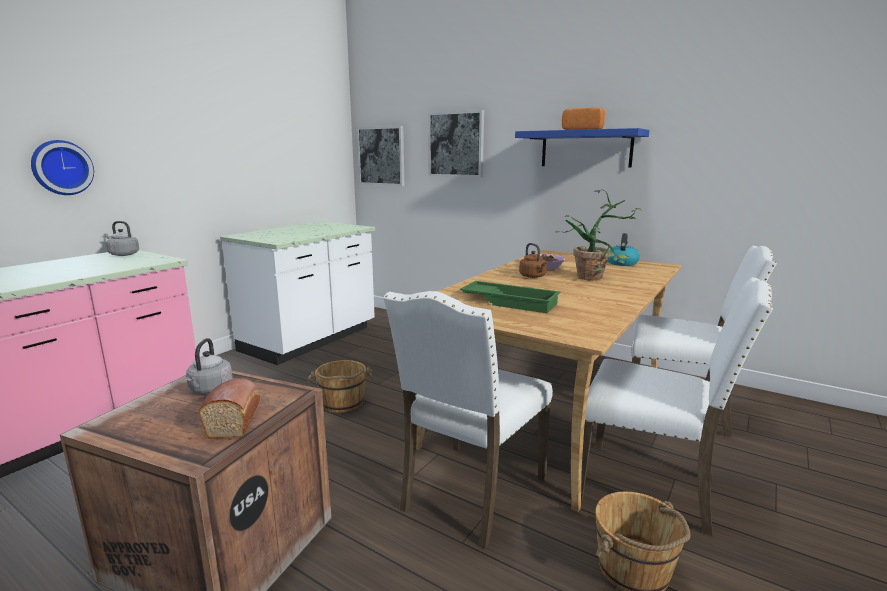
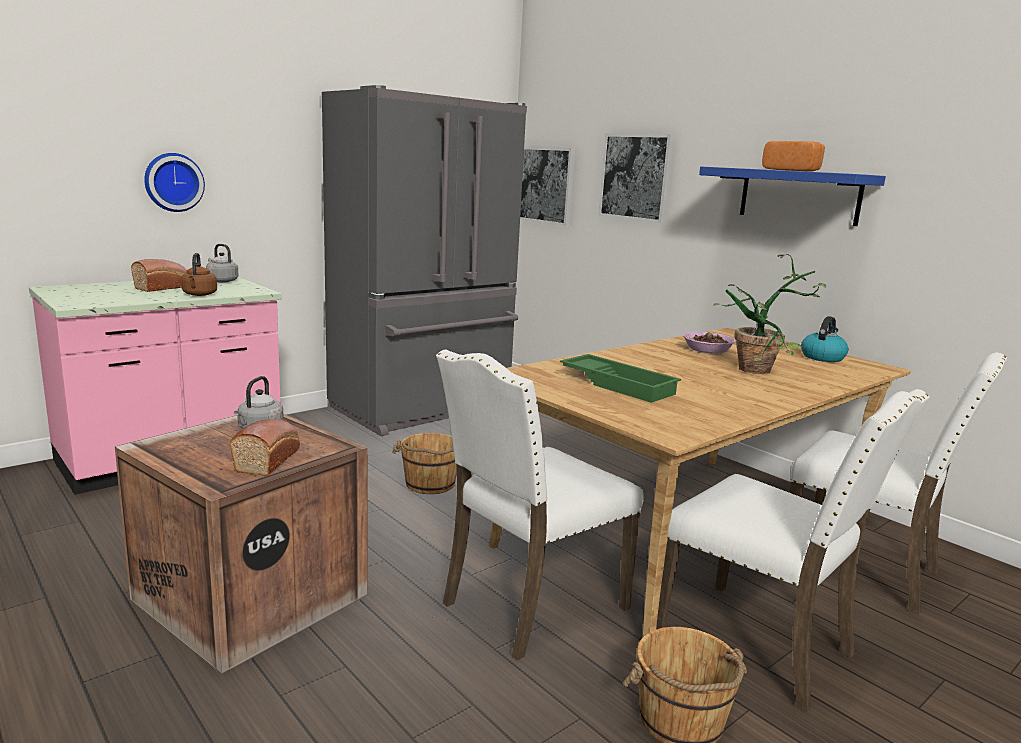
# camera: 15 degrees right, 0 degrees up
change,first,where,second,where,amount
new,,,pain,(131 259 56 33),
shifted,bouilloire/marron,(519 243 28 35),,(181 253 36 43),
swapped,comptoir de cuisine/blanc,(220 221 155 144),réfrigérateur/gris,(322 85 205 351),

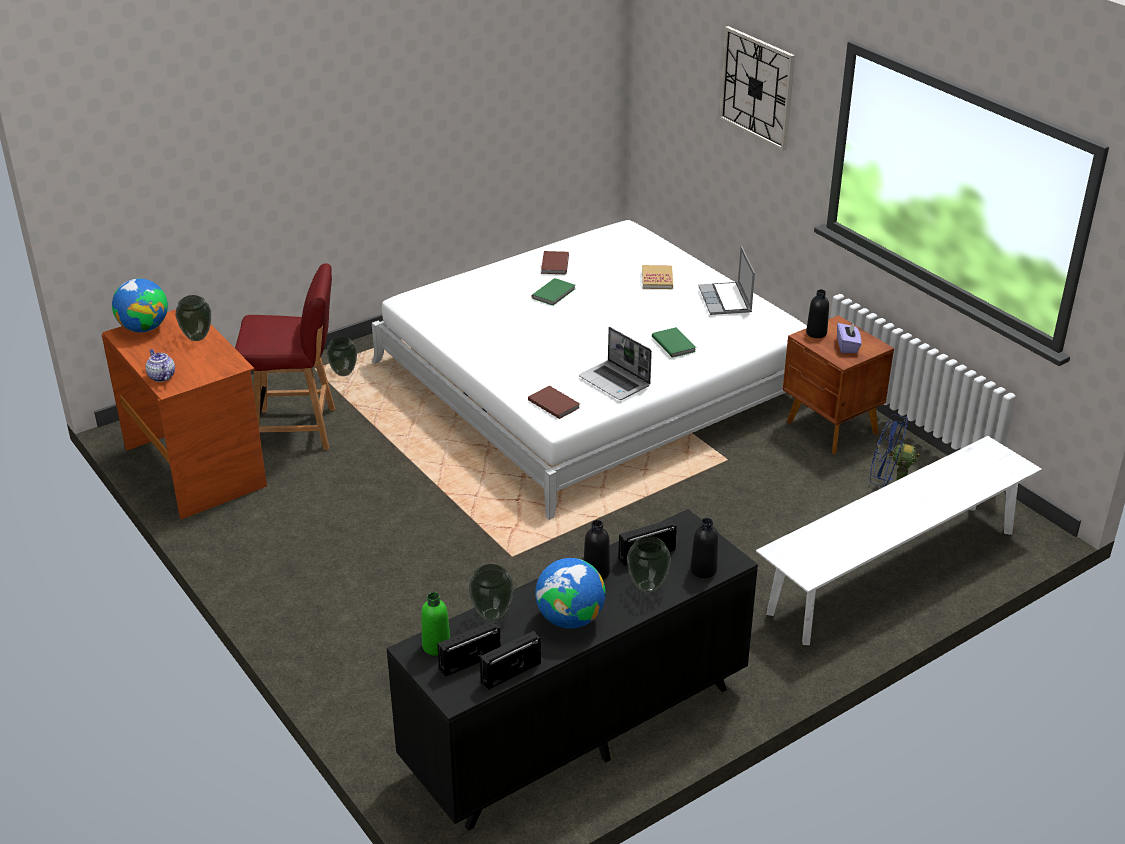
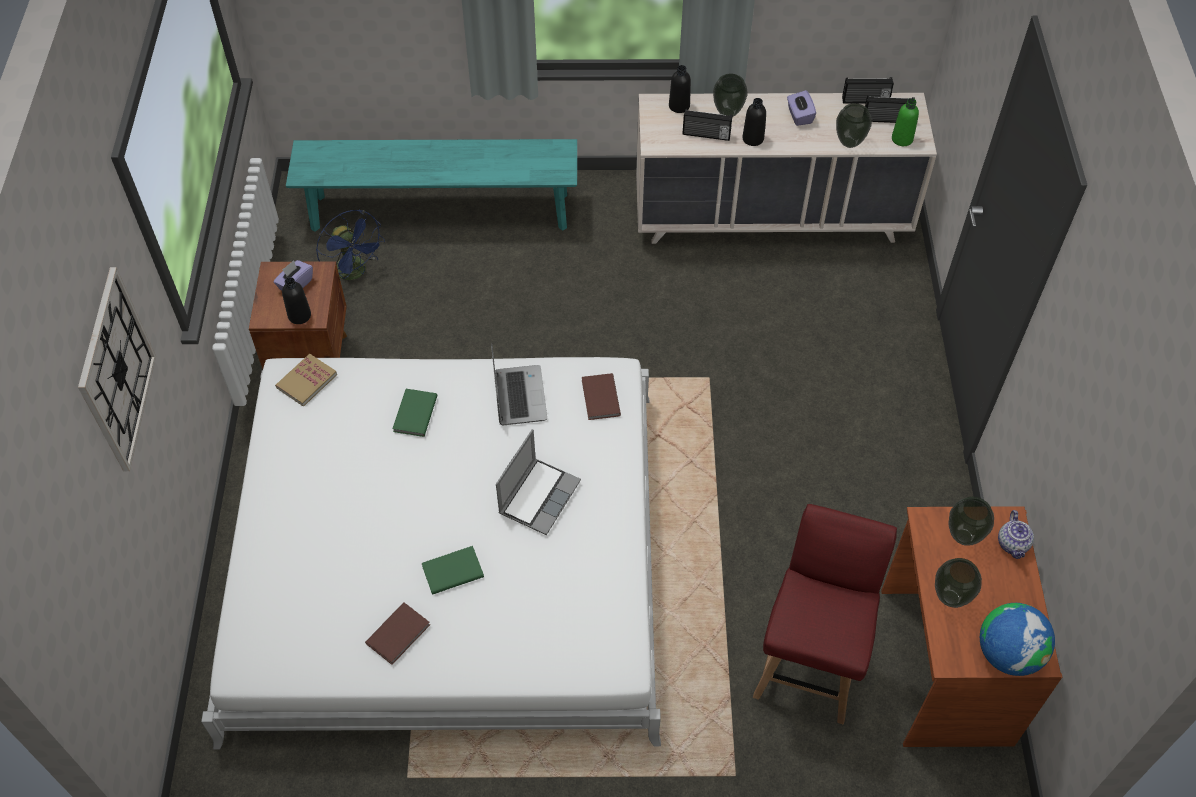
# camera: 145 degrees left, 20 degrees up
change,first,where,second,where,amount
shifted,vase,(326 337 31 39),,(948 497 46 49),
shifted,livre,(642 265 31 24),,(275 354 62 53),
shifted,ordinateur portable,(698 246 57 69),,(496 429 85 106),
swapped,globe,(535 558 71 71),boîte à mouchoirs/violet,(787 90 29 36),
repainted,commode/noir,(387 509 371 322),commode/beige,(636 93 301 151),
repainted,banc/blanc,(756 436 286 209),banc/turquoise,(286 139 291 93),
rotated,chaise/rouge,(235 263 100 187),,(753 504 144 220),75 degrees clockwise

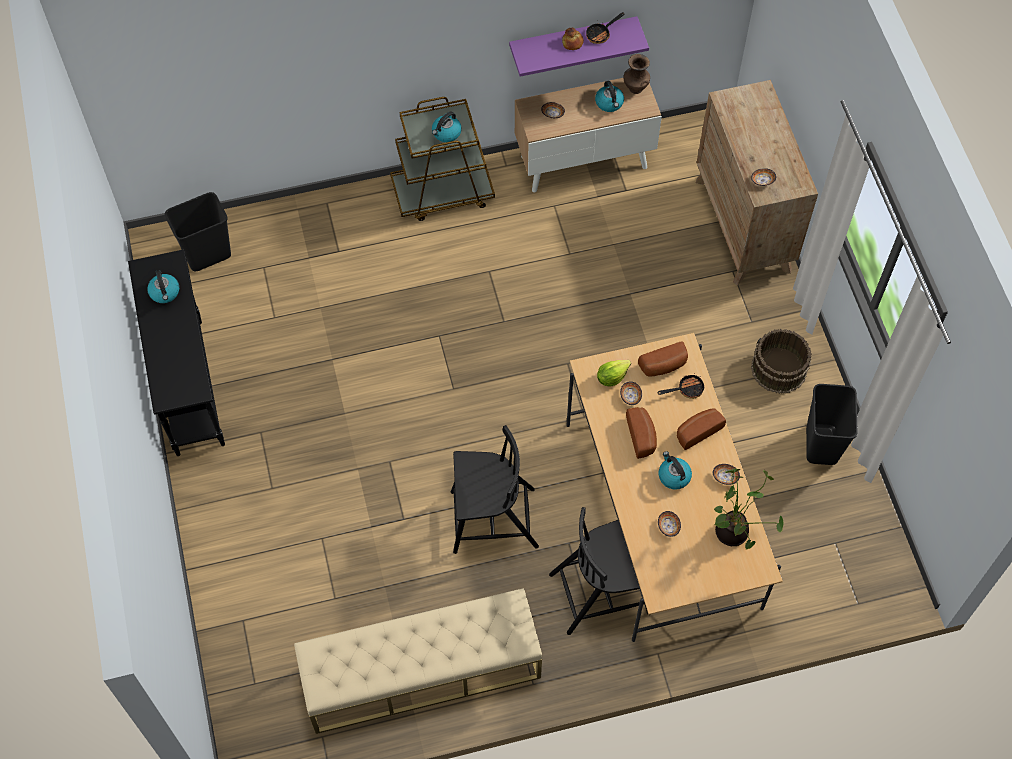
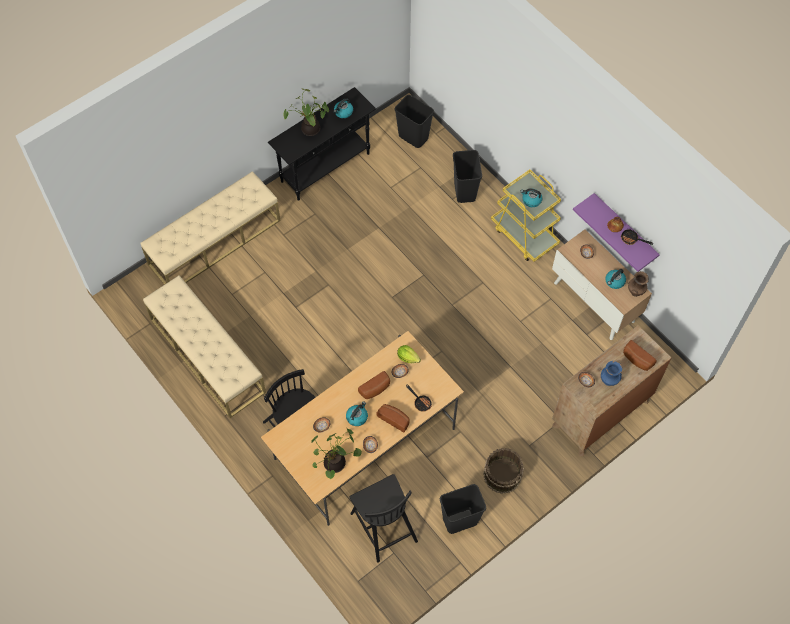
# camera: 65 degrees right, 0 degrees up
change,first,where,second,where,amount
new,,,banc/beige,(140 171 141 114),
new,,,plante en pot,(284 89 45 47),
new,,,poubelle/noir,(453 150 29 53),
new,,,vase/bleu,(601 361 21 25),
shifted,chaise/noir,(451 425 88 129),,(349 474 69 88),
shifted,pain,(638 341 50 35),,(623 340 33 31),
repainted,chariot/marron,(390 97 105 124),chariot/jaune,(491 170 70 92),

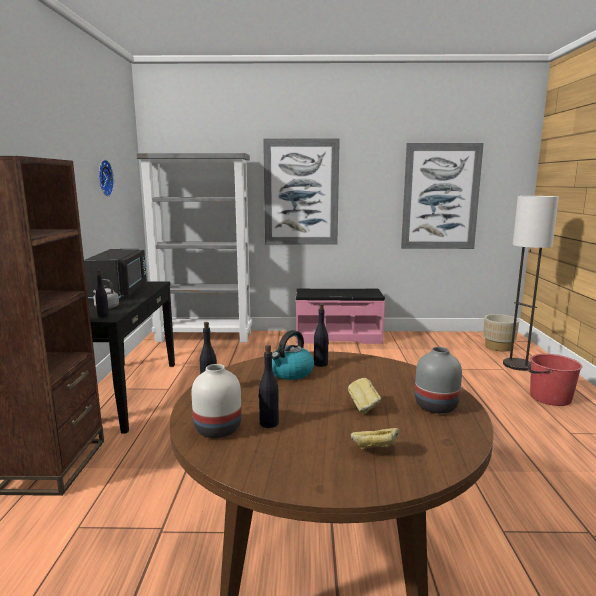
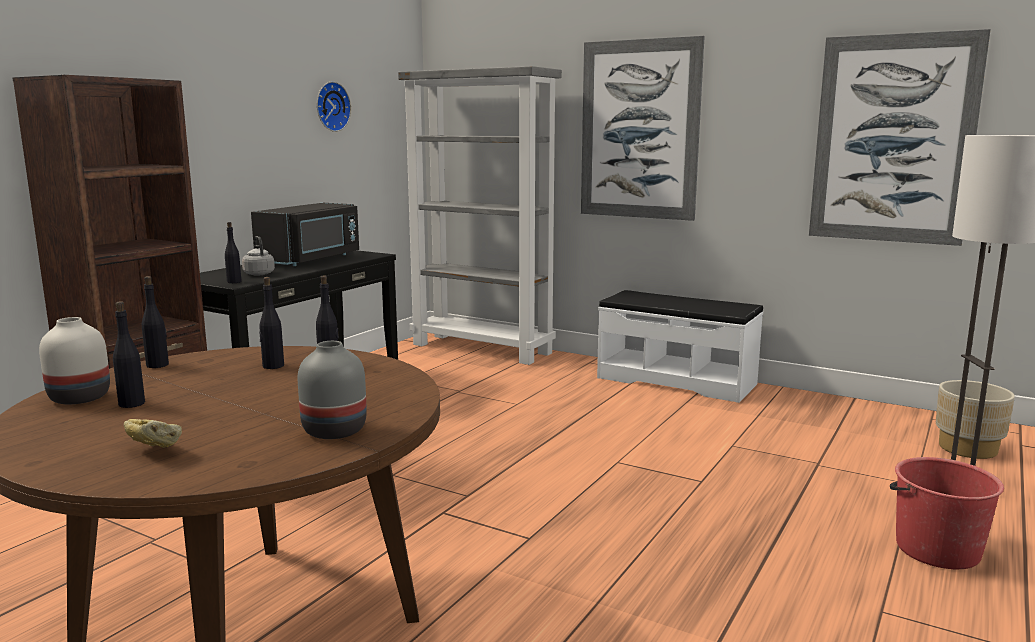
# camera: 30 degrees right, 0 degrees up
change,first,where,second,where,amount
gone,pain,(348 378 33 35),,,
swapped,bouilloire,(272 330 42 50),bouteille/noir,(259 277 25 92),
repainted,banc/rose,(295 288 90 56),banc/blanc,(597 290 166 113),

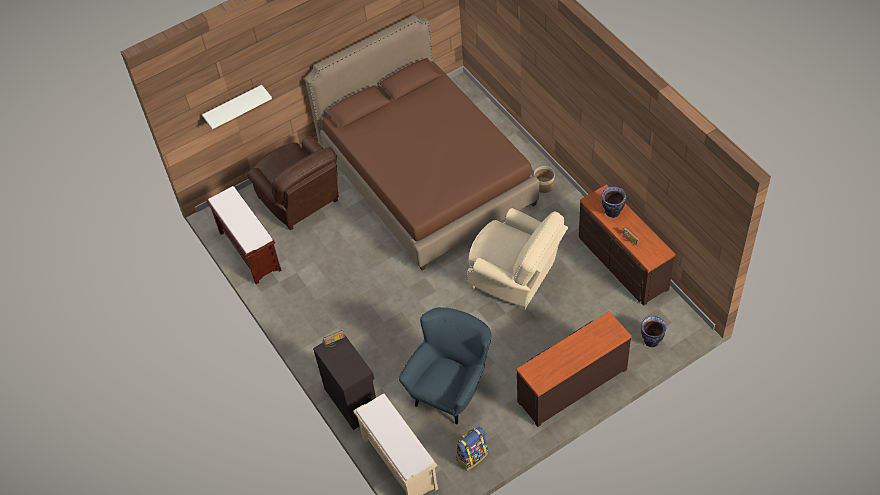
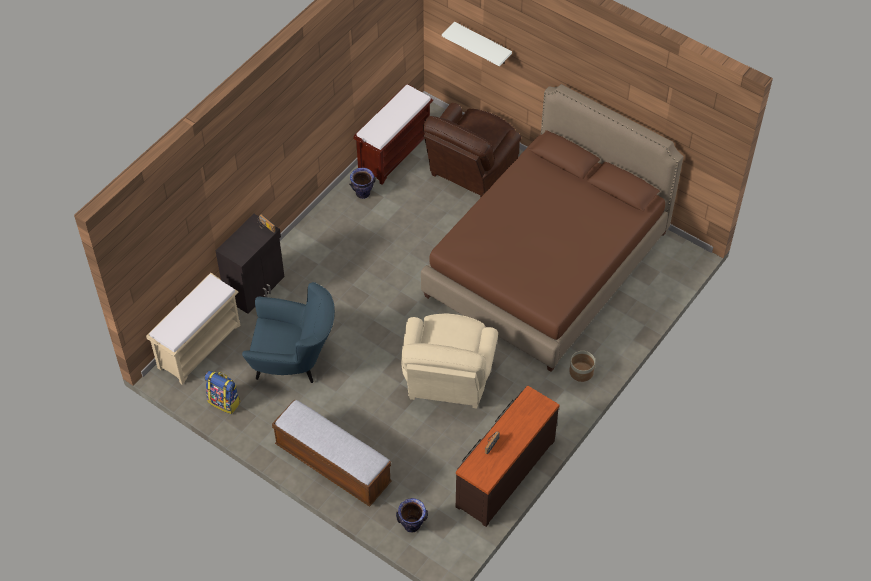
# camera: 65 degrees right, 0 degrees up
change,first,where,second,where,amount
shifted,vase,(602 186 25 32),,(349 168 27 31),
swapped,commode/marron,(516 311 116 116),banc,(272 399 120 108),

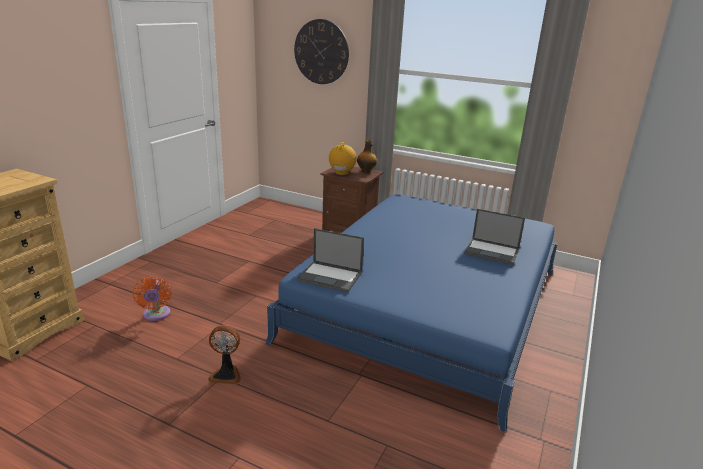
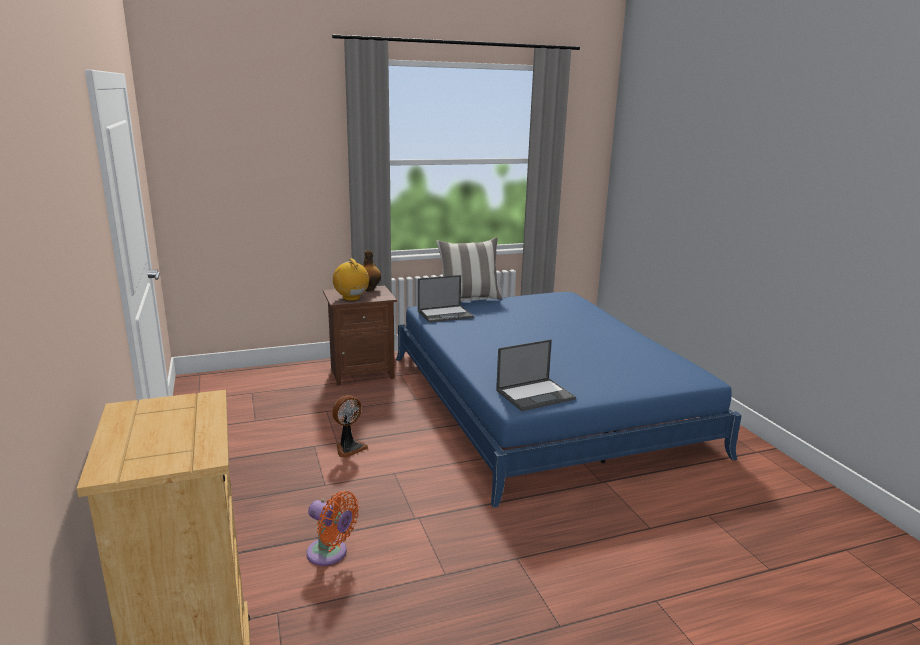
# camera: 45 degrees left, 5 degrees down
change,first,where,second,where,amount
gone,horloge murale,(294 19 55 65),,,
new,,,coussin,(436 237 66 63),
shifted,ventilateur,(208 325 33 59),,(332 395 36 63),
shifted,ordinateur portable,(464 209 61 56),,(418 275 56 48),

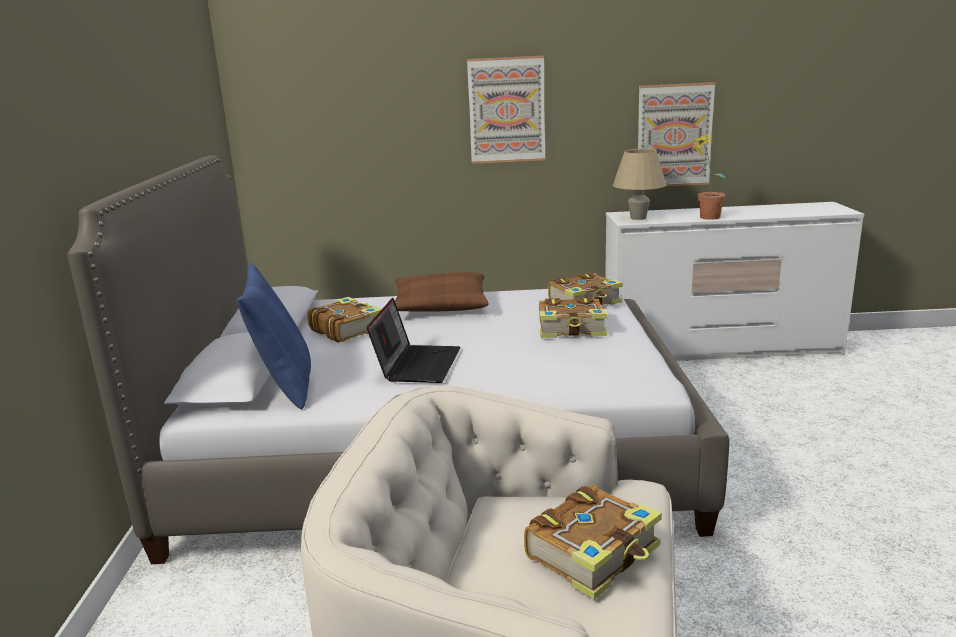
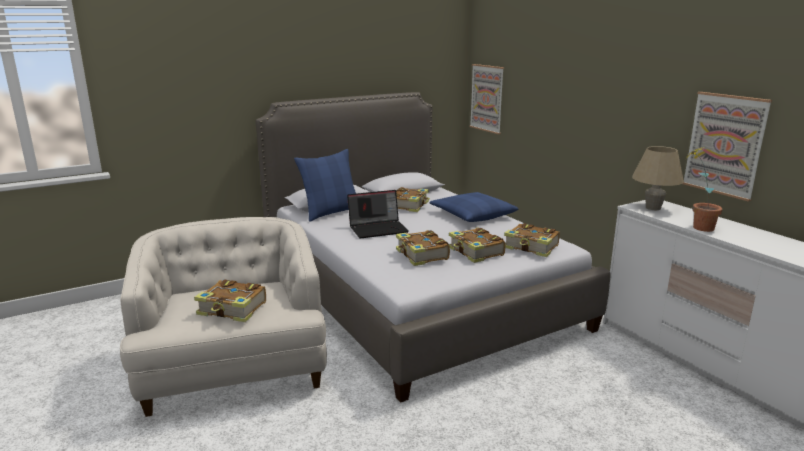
# camera: 60 degrees right, 0 degrees up
change,first,where,second,where,amount
new,,,livre,(396 230 54 36),
shifted,tableau,(467 56 78 108),,(469 64 35 70),
repainted,coussin/marron,(395 272 94 40),coussin/bleu,(429 192 89 30),

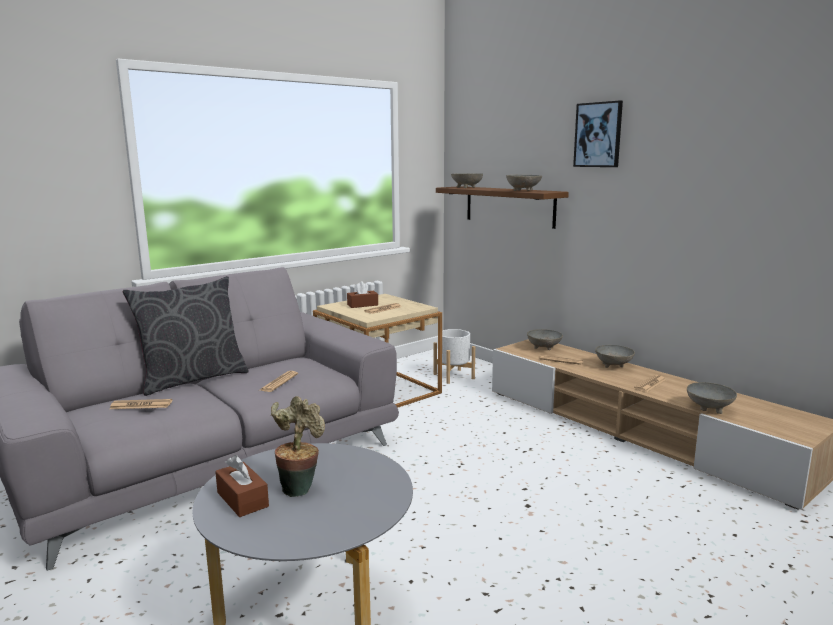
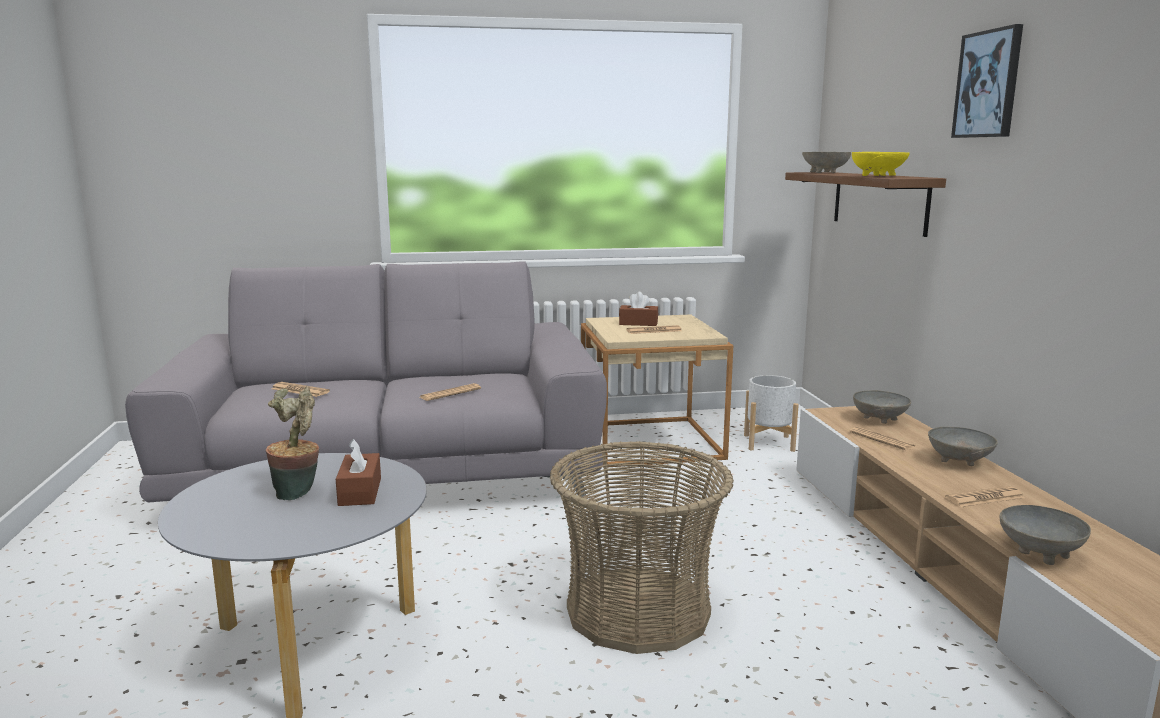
# camera: 30 degrees right, 0 degrees up
change,first,where,second,where,amount
gone,coussin/gris,(123 276 125 120),,,
new,,,panier,(550 441 184 213),
shifted,boîte à mouchoirs/marron,(215 455 54 62),,(336 439 45 67),
repainted,bol/gris,(506 175 36 16),bol/jaune,(852 152 58 24),

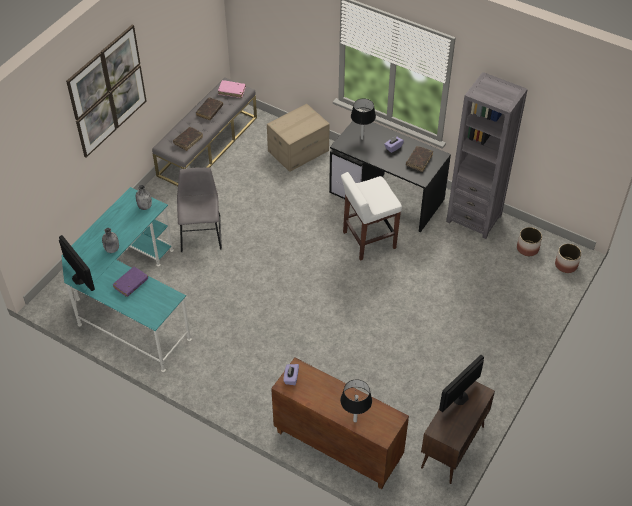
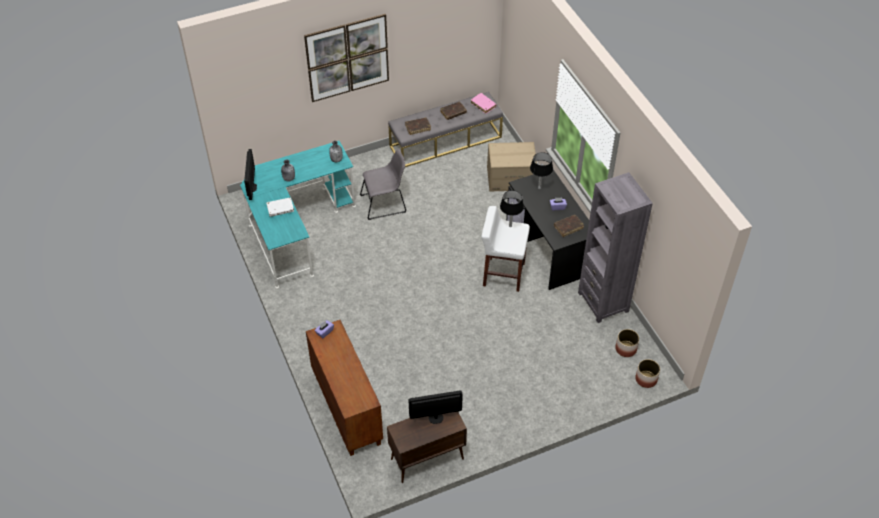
# camera: 35 degrees right, 0 degrees up
change,first,where,second,where,amount
shifted,lampe de table/noir,(340 379 32 44),,(500 190 24 37),
repainted,livre/violet,(113 267 35 30),livre/blanc,(266 198 28 19),
rotated,chaise/gris,(177 167 45 85),,(360 149 47 71),45 degrees clockwise

